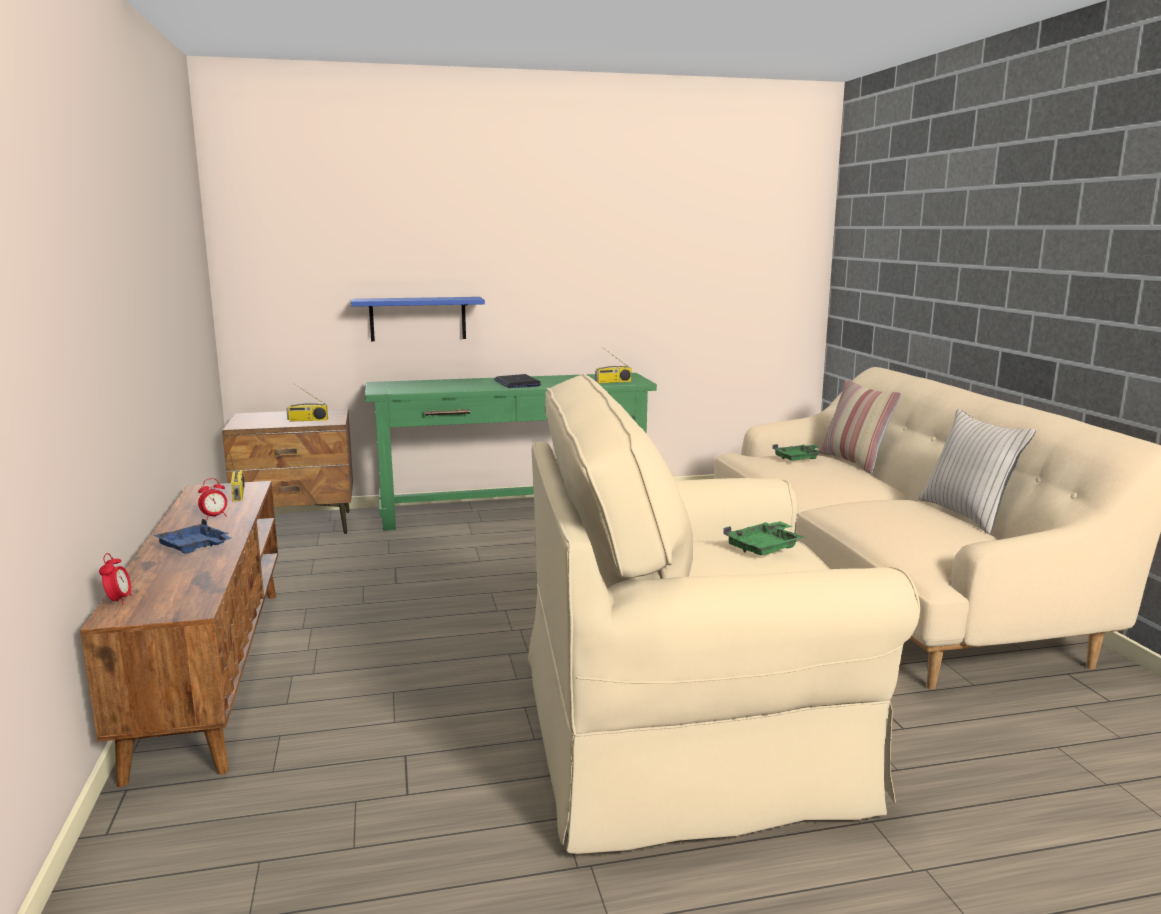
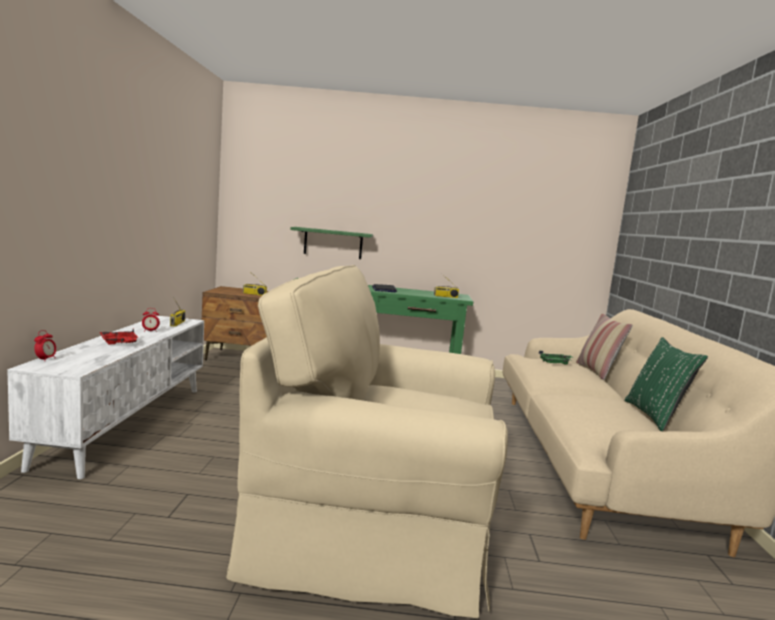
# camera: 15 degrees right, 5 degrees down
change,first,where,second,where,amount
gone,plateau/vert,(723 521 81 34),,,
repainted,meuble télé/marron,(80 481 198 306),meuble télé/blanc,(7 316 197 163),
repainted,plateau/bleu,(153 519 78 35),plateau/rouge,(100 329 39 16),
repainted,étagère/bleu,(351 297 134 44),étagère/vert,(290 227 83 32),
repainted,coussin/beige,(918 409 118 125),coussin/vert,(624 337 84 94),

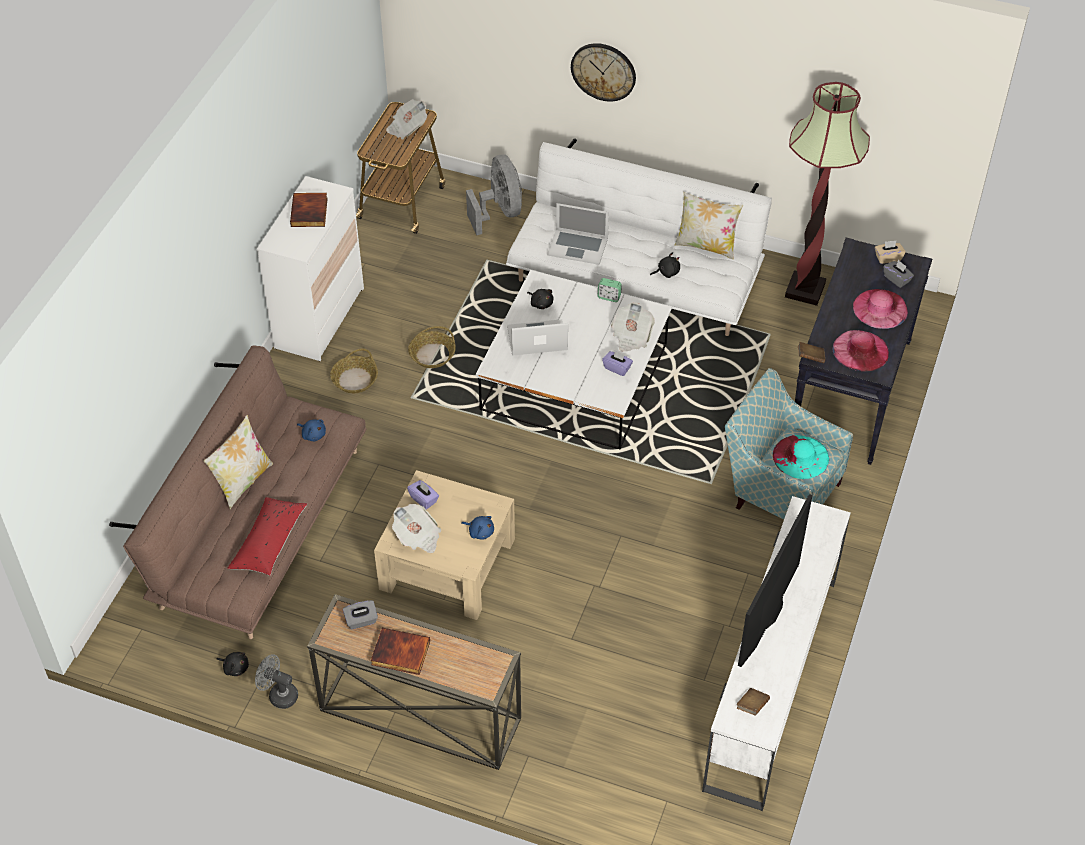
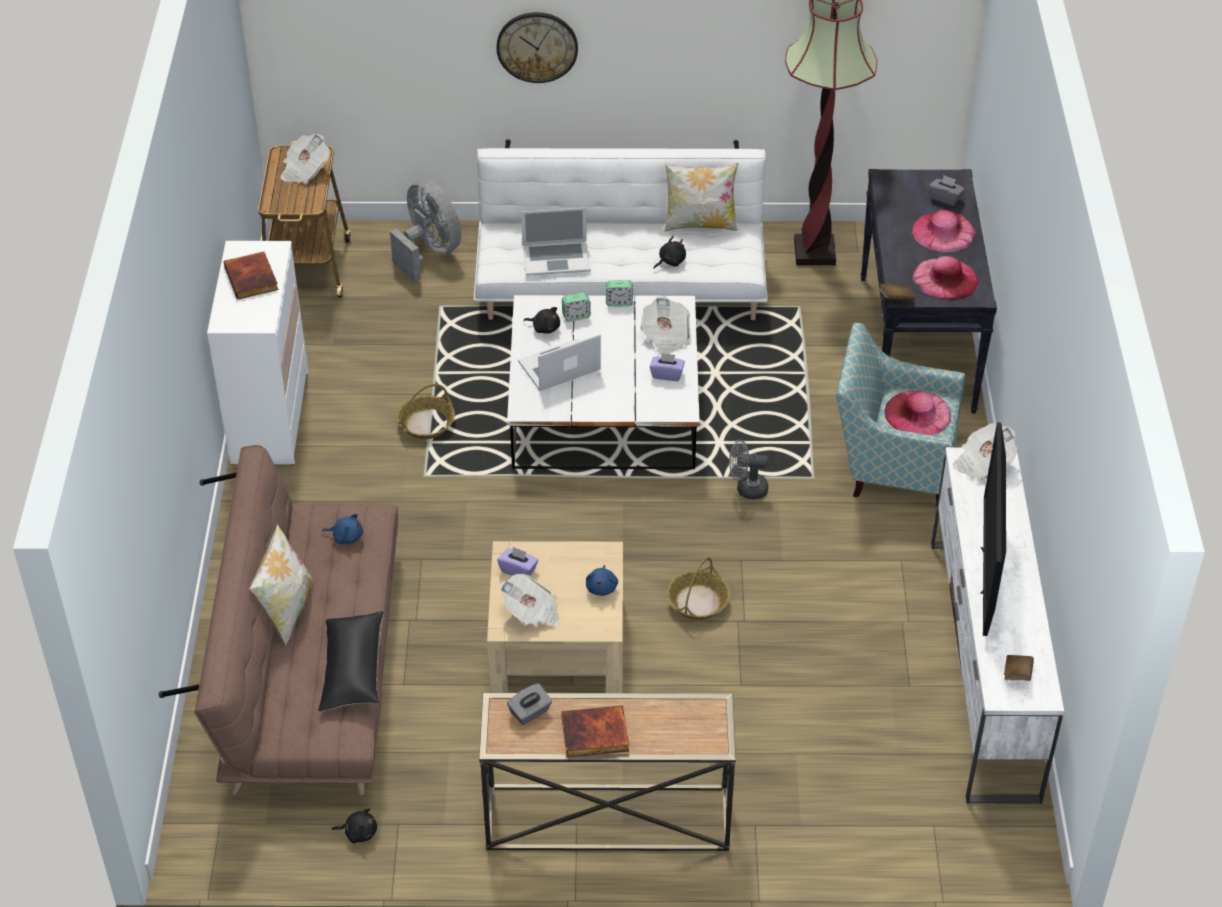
# camera: 20 degrees left, 5 degrees down
change,first,where,second,where,amount
gone,boîte à mouchoirs/beige,(875 241 31 23),,,
new,,,réveil,(562 292 29 30),
new,,,journal,(953 423 64 59),
shifted,ventilateur/gris,(255 654 43 55),,(729 440 39 59),
shifted,panier,(330 348 48 45),,(667 557 63 63),
repainted,coussin/rouge,(228 497 80 79),coussin/noir,(318 611 66 101),
repainted,chapeau/turquoise,(773 435 56 44),chapeau/rose,(884 391 67 44),
rotated,peluche/bleu,(461 516 33 24),,(586 565 32 31),90 degrees clockwise

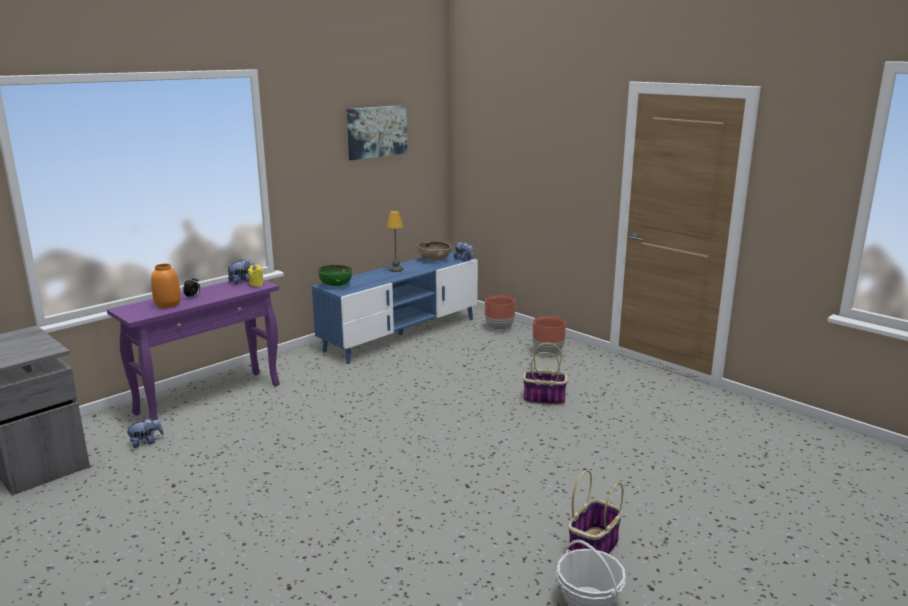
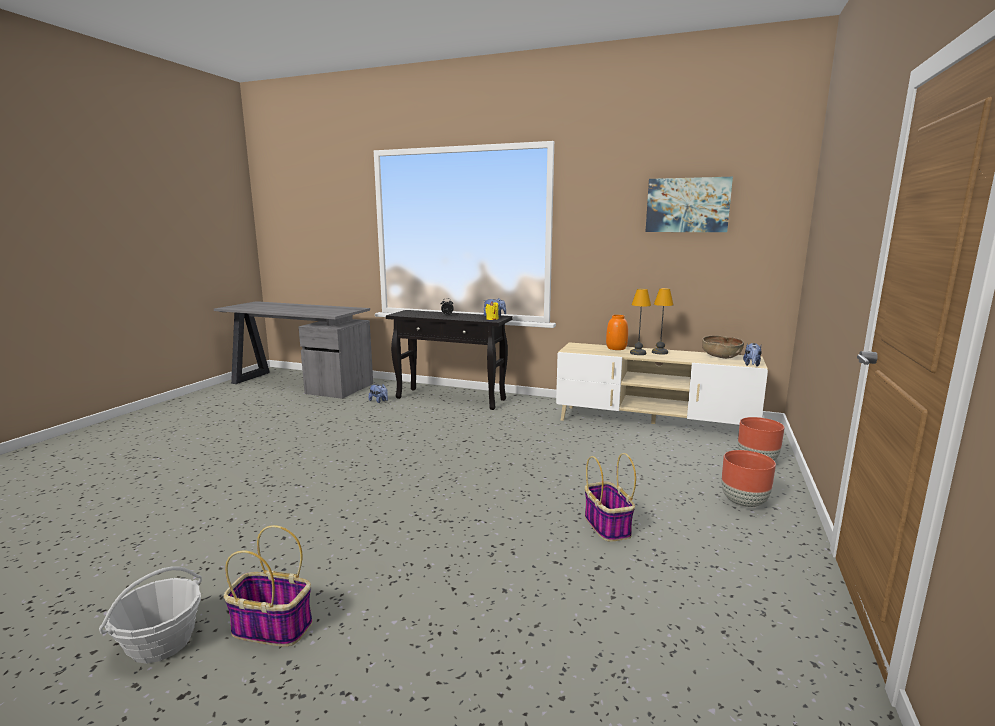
# camera: 65 degrees right, 5 degrees down
change,first,where,second,where,amount
gone,bol/vert,(319 265 33 21),,,
new,,,lampe de table,(630 288 21 67),
shifted,vase/orange,(151 264 30 44),,(606 315 22 35),
repainted,table console/violet,(107 278 173 142),table console/noir,(386 310 127 100),
repainted,meuble télé/bleu,(312 252 166 112),meuble télé/beige,(556 342 212 83),

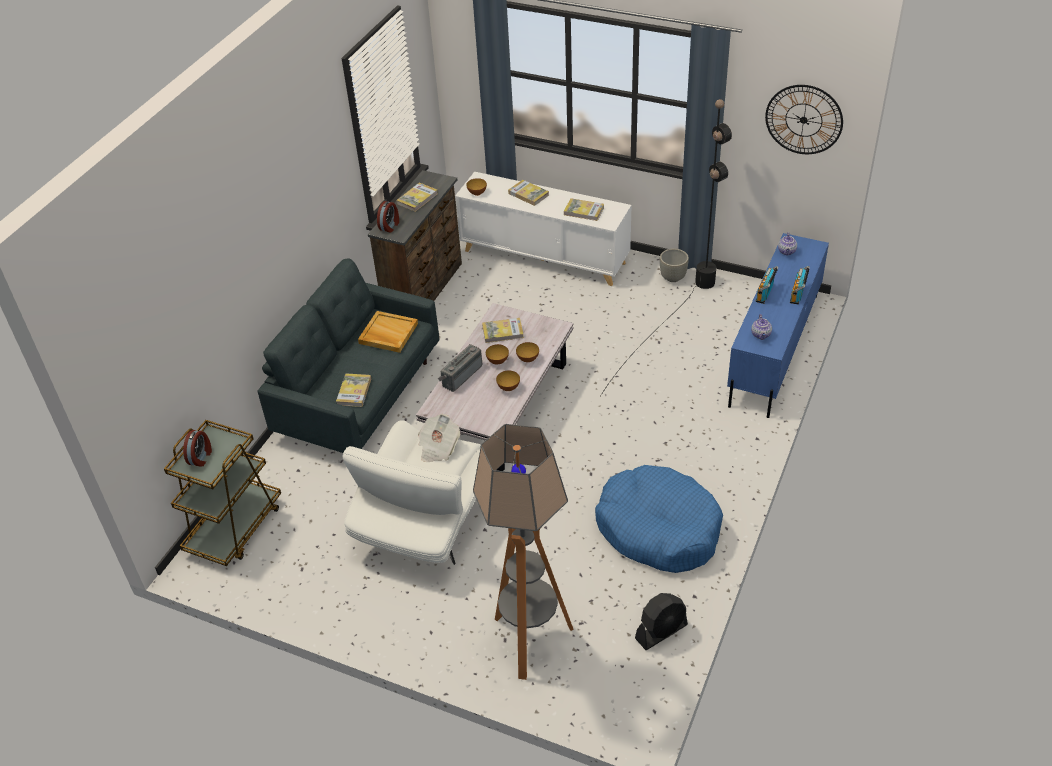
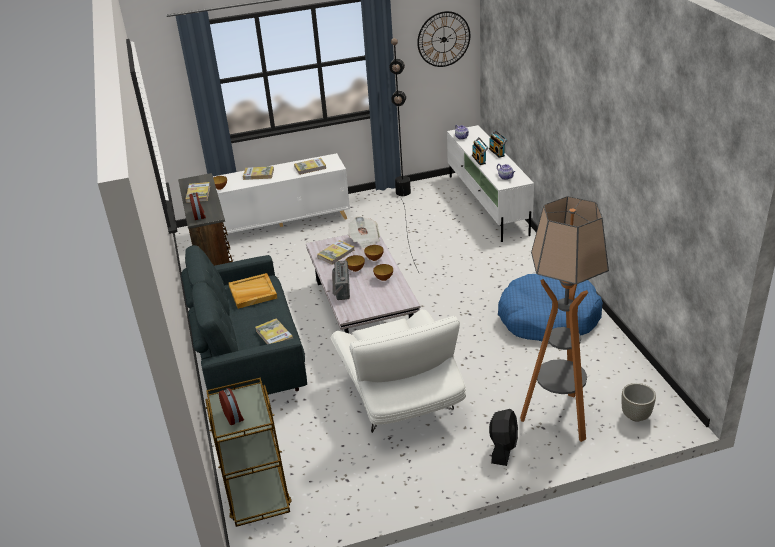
# camera: 40 degrees left, 10 degrees down
change,first,where,second,where,amount
shifted,journal,(418 414 42 48),,(348 216 32 33),
shifted,ventilateur/noir,(635 593 53 57),,(489 409 29 57),
shifted,cache-pot/gris,(660 249 29 33),,(621 383 35 39),
repainted,meuble télé/bleu,(727 233 102 185),meuble télé/blanc,(447 125 87 117),

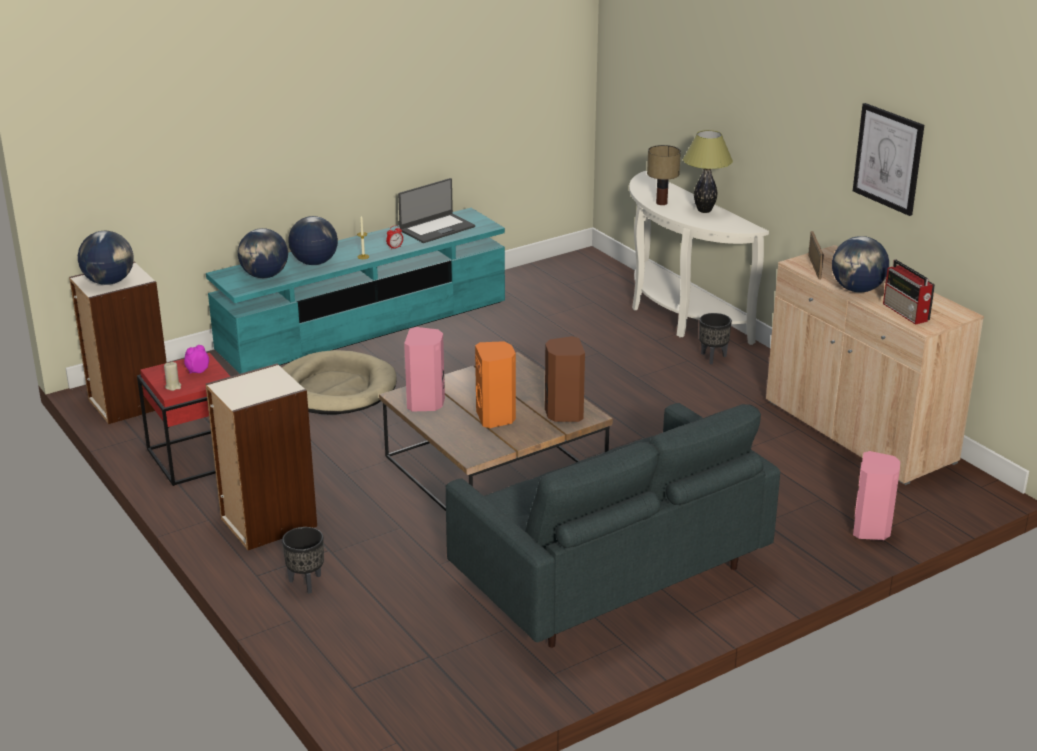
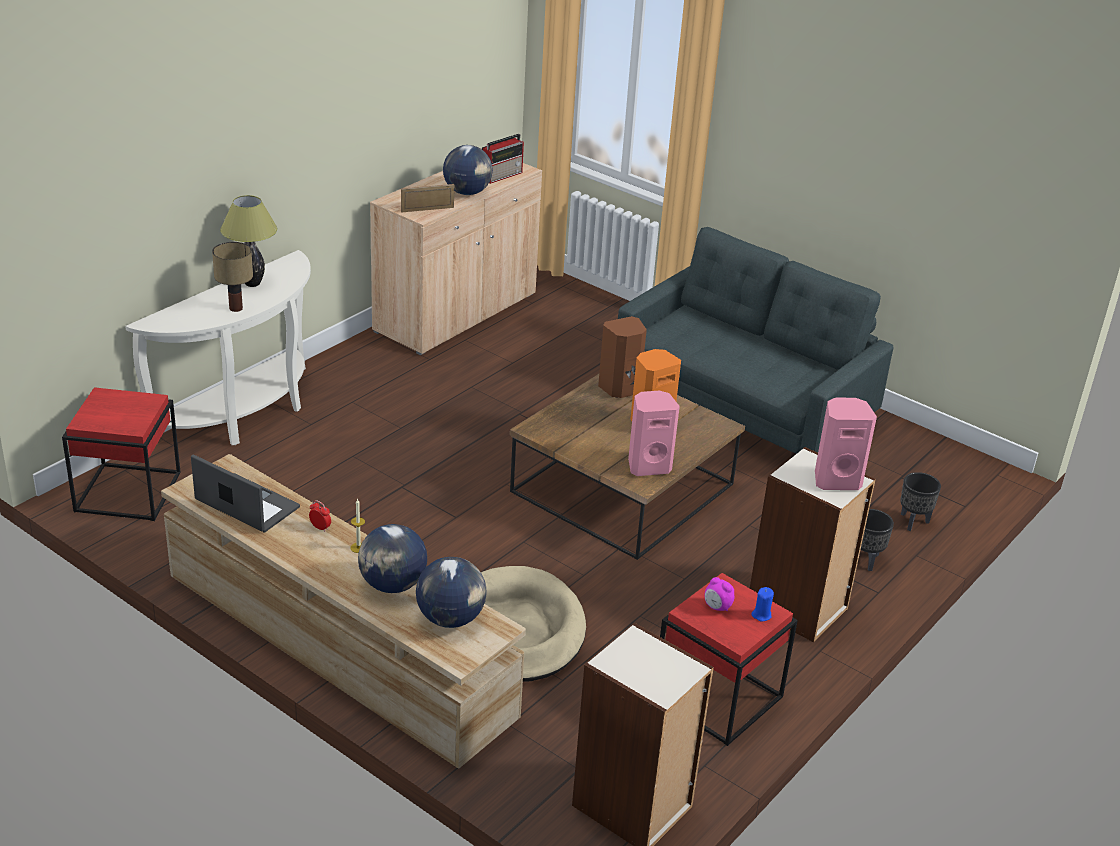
# camera: 110 degrees left, 5 degrees up
change,first,where,second,where,amount
gone,globe,(78 231 56 54),,,
gone,tableau,(853 103 71 113),,,
new,,,table d'appoint/rouge,(62 387 119 134),
shifted,cache-pot/noir,(699 313 33 51),,(900 472 41 59),
shifted,enceinte/rose,(853 451 47 89),,(815 397 62 93),
repainted,bougie/beige,(164 362 17 29),bougie/bleu,(751 587 23 34),
repainted,meuble télé/turquoise,(206 208 299 166),meuble télé/beige,(161 454 365 315),

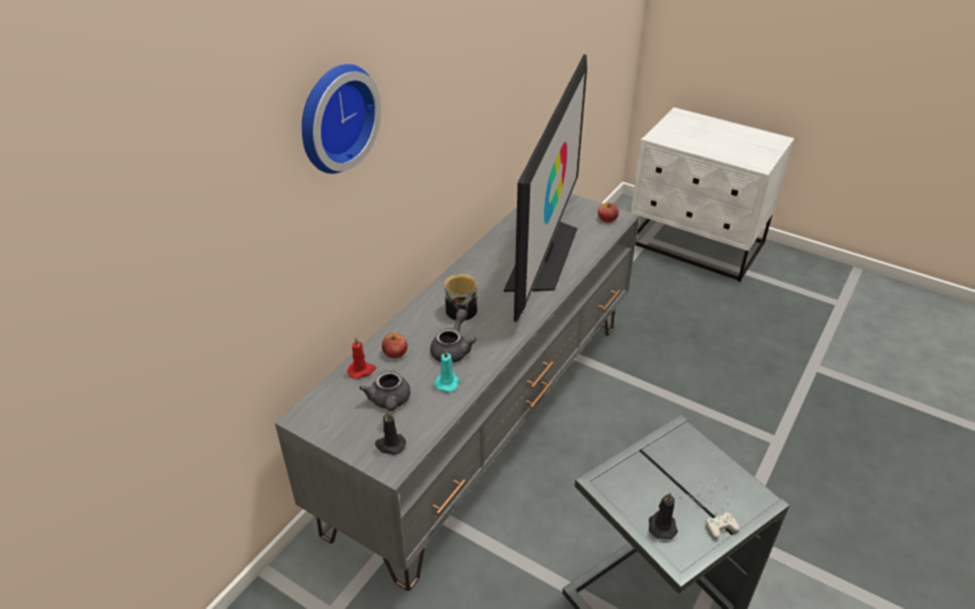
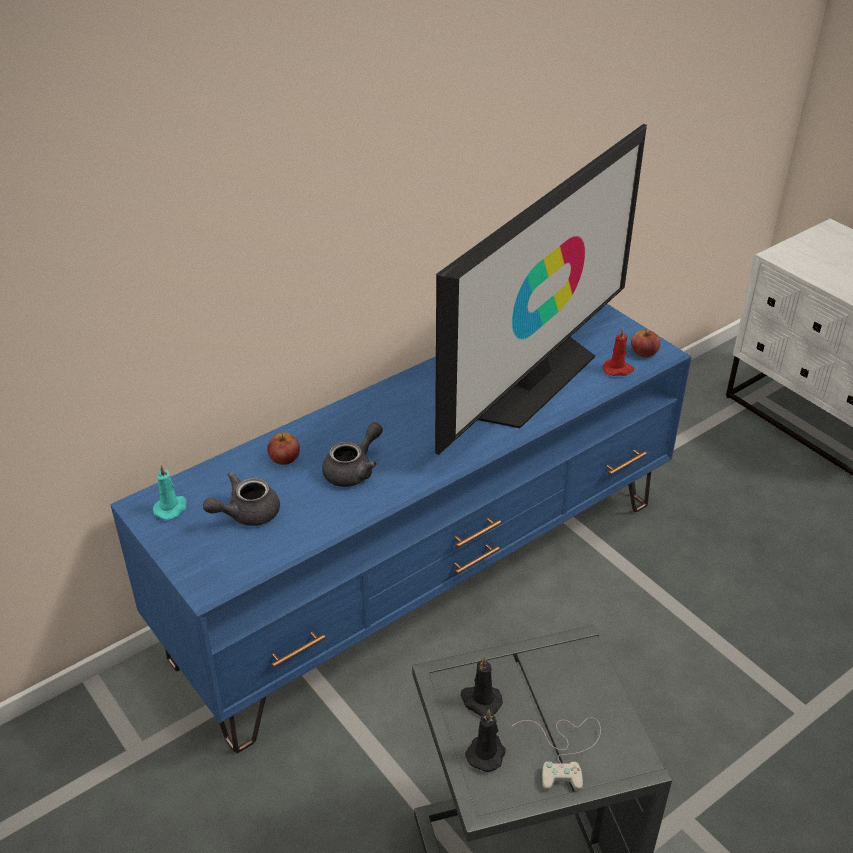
# camera: 20 degrees right, 0 degrees up
change,first,where,second,where,amount
gone,horloge murale,(302 64 79 110),,,
gone,mug,(445 274 32 47),,,
shifted,bougie/rouge,(347 337 29 42),,(603 328 31 48),
shifted,bougie/noir,(375 410 31 45),,(461 656 42 60),
shifted,bougie/turquoise,(434 349 25 43),,(153 464 34 56),
repainted,meuble télé/gris,(275 193 365 398),meuble télé/bleu,(110 304 582 449),
rotated,théière/gris,(359 370 51 41),,(203 472 77 54),45 degrees clockwise

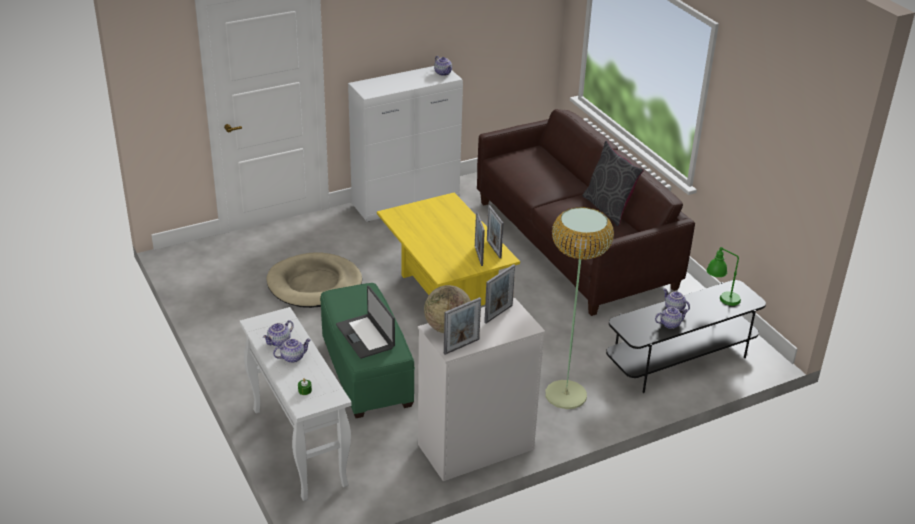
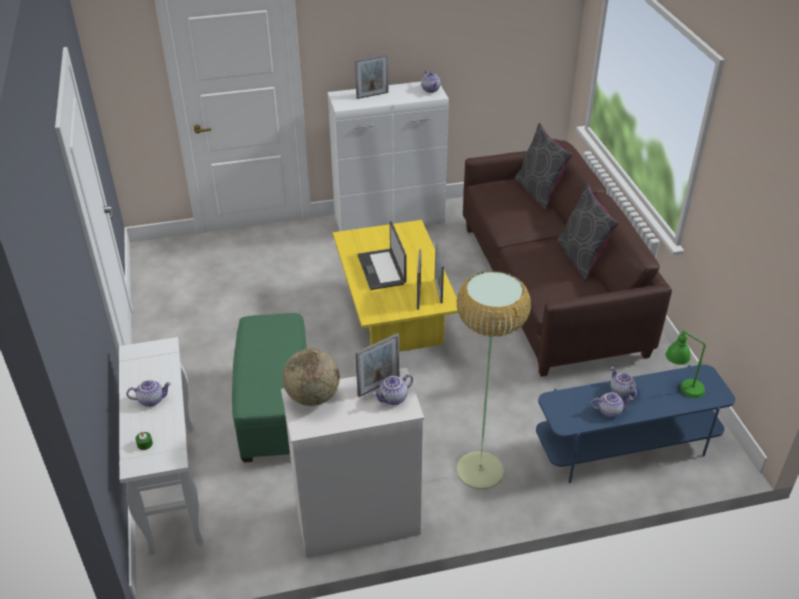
# camera: 15 degrees right, 5 degrees up
change,first,where,second,where,amount
gone,panier pour chien/beige,(266 253 96 55),,,
new,,,coussin/gris,(515 123 58 89),
shifted,théière,(263 320 31 27),,(373 374 40 31),
shifted,ordinateur portable,(336 286 59 73),,(358 221 48 69),
shifted,cadre photo,(444 297 37 58),,(355 54 33 45),
repainted,meuble télé/noir,(606 280 160 113),meuble télé/bleu,(536 364 199 119),

